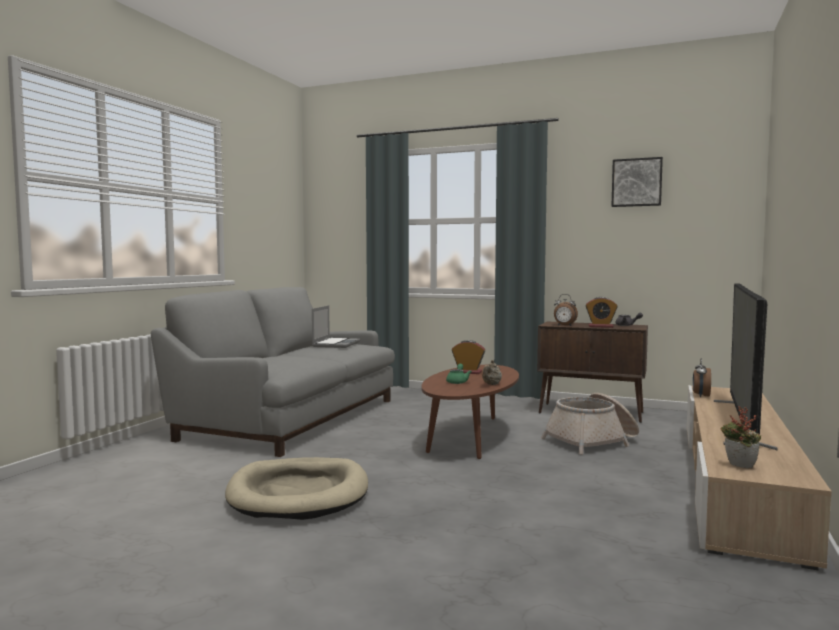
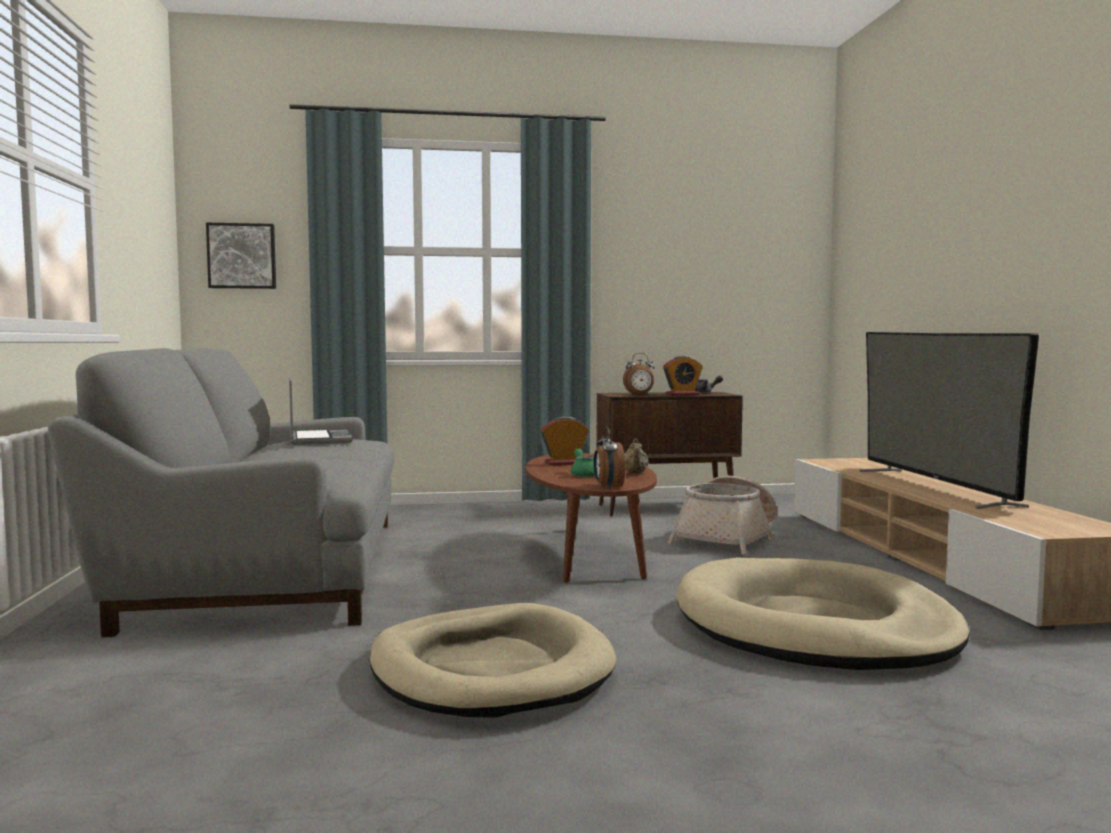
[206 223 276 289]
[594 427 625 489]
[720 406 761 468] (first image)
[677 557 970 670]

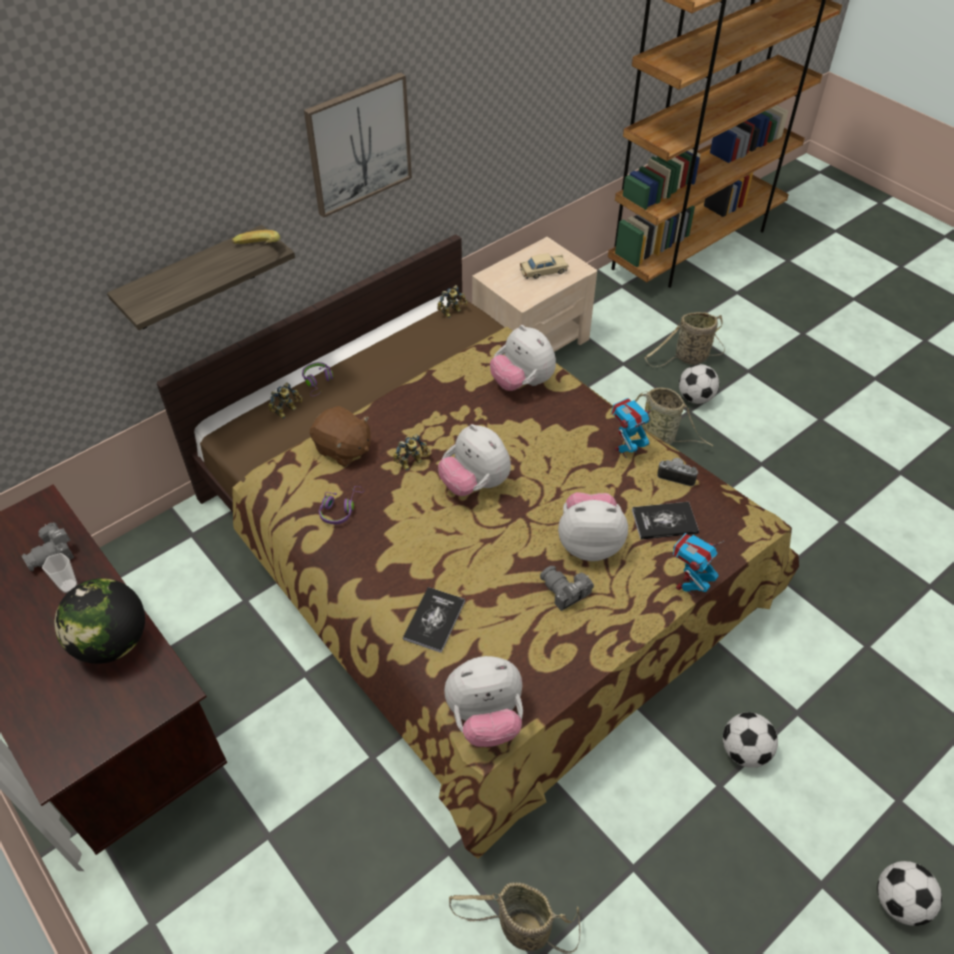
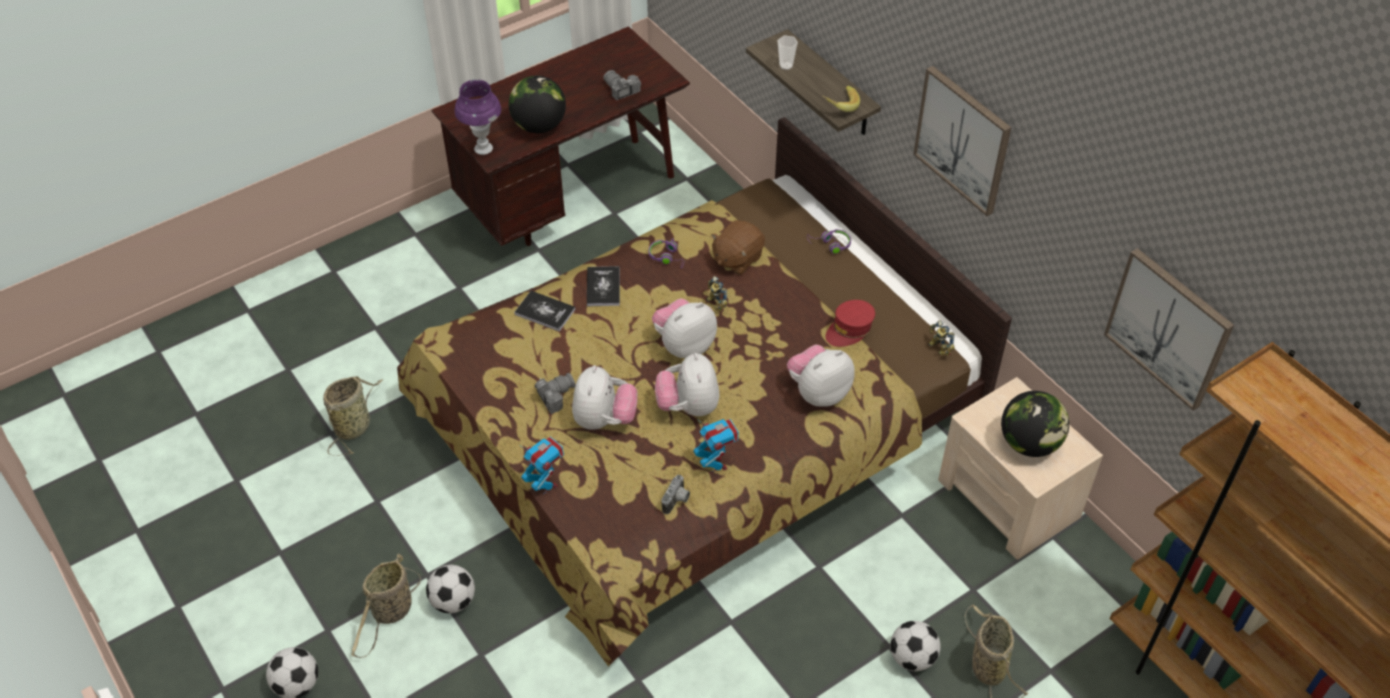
[1001 391 1069 457]
[268 382 303 419] (first image)
[351 554 421 658]
[587 266 620 306]
[778 35 798 70]
[655 353 720 416]
[455 79 501 155]
[1104 248 1234 411]
[826 300 875 347]

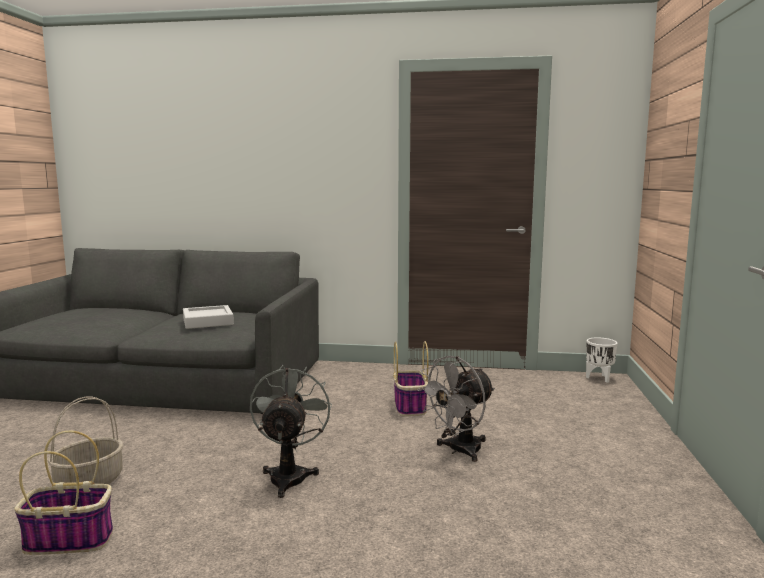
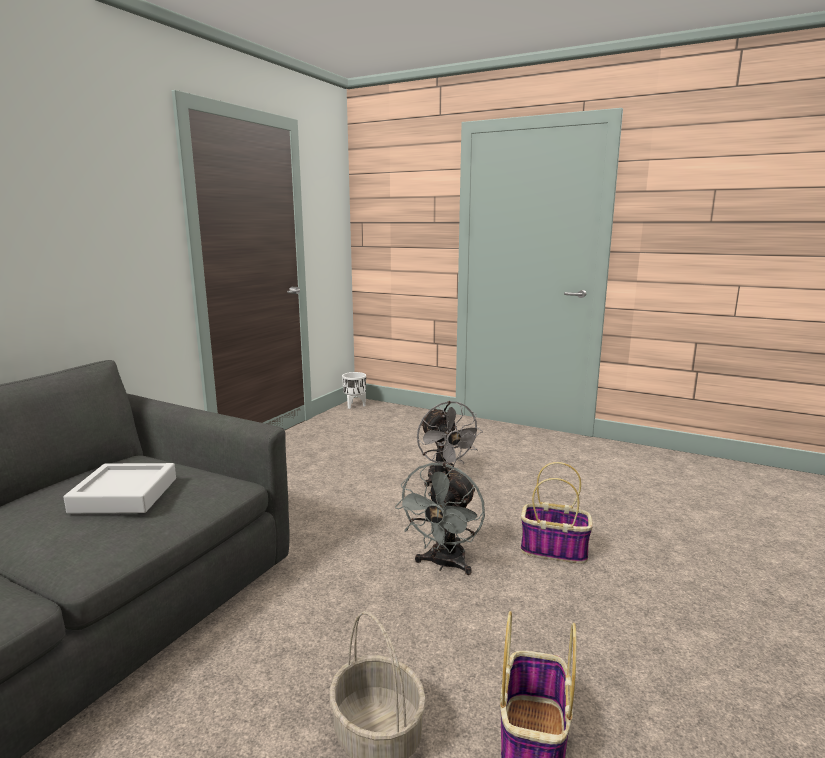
[521 462 593 563]
[395 463 485 575]

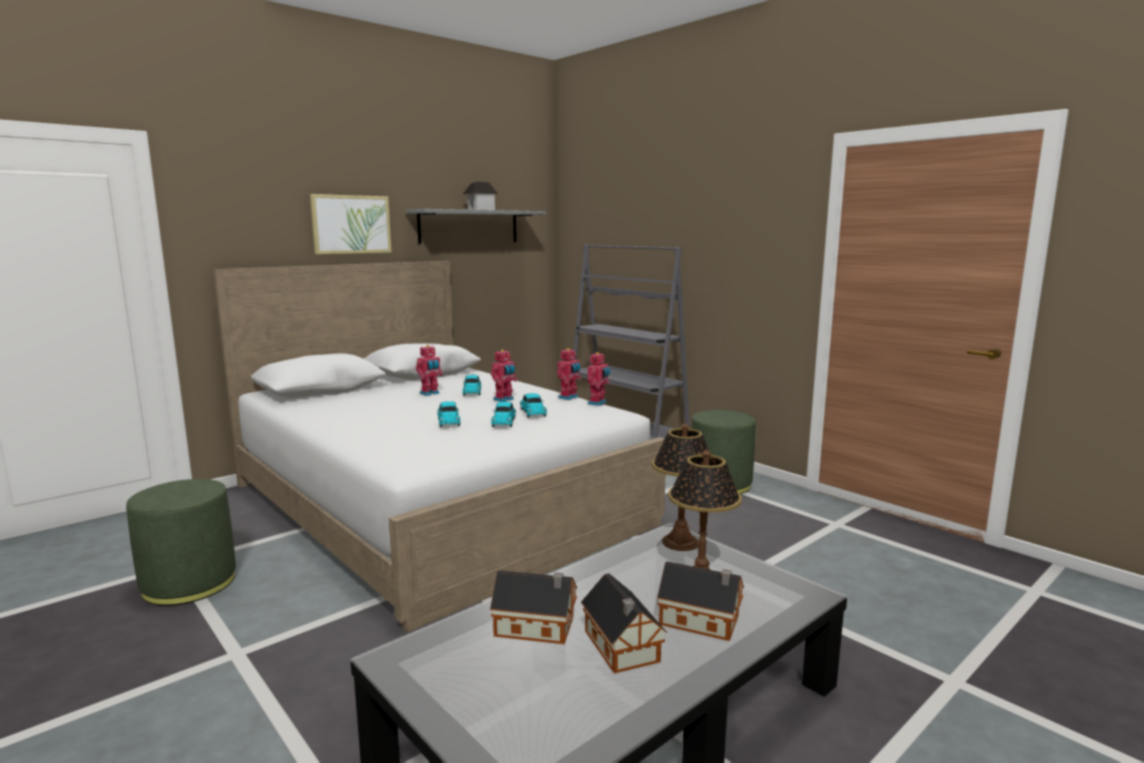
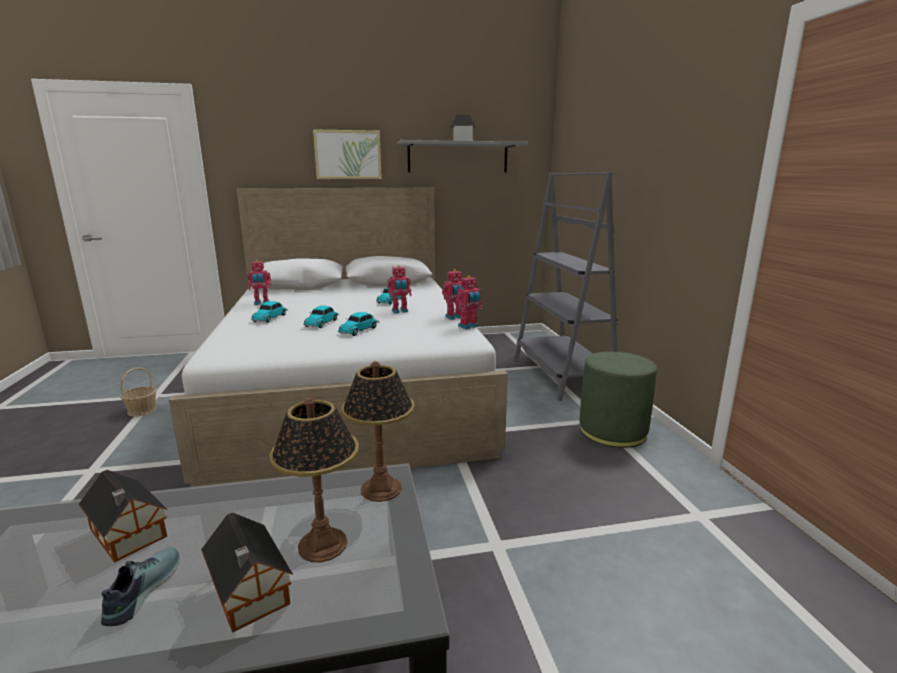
[247 260 271 305]
[251 301 288 323]
[120 367 157 417]
[101 547 180 626]

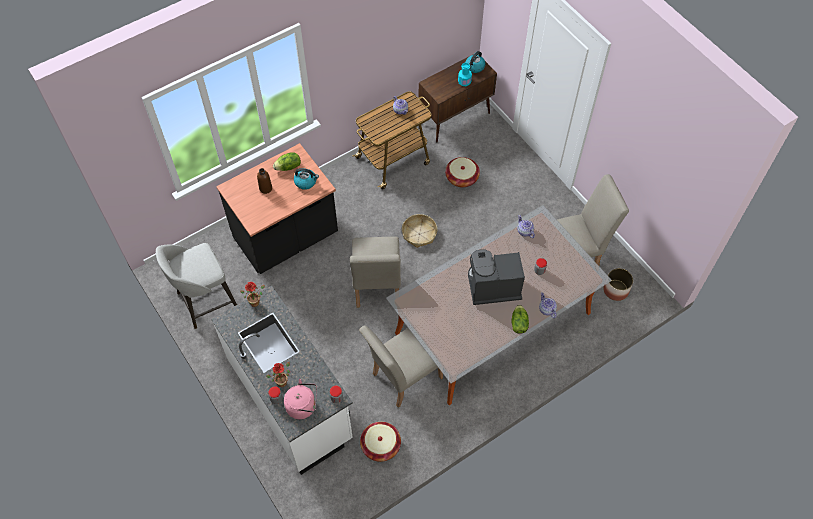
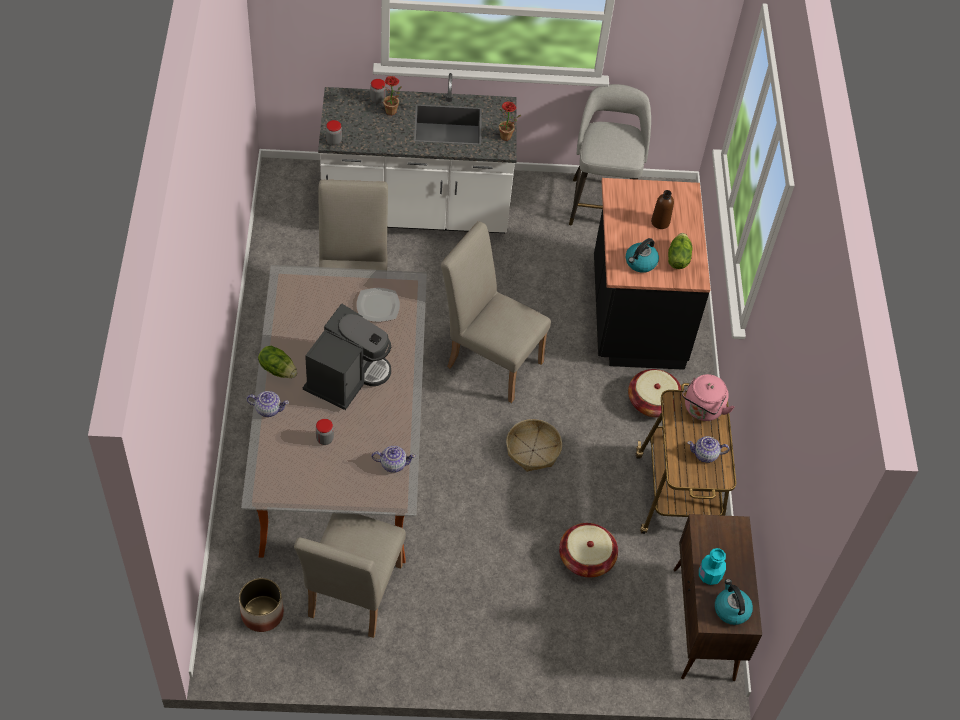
[682 374 735 421]
[628 369 681 417]
[356 288 400 322]

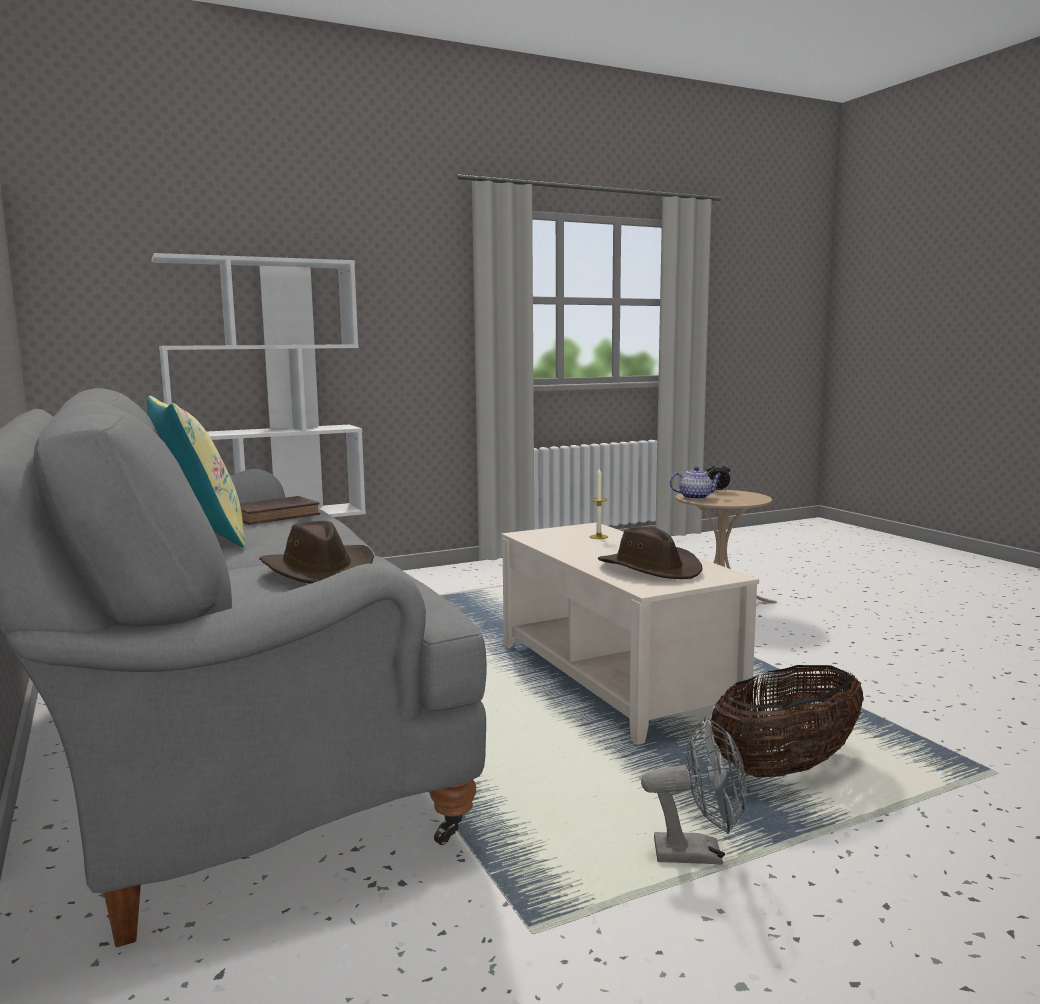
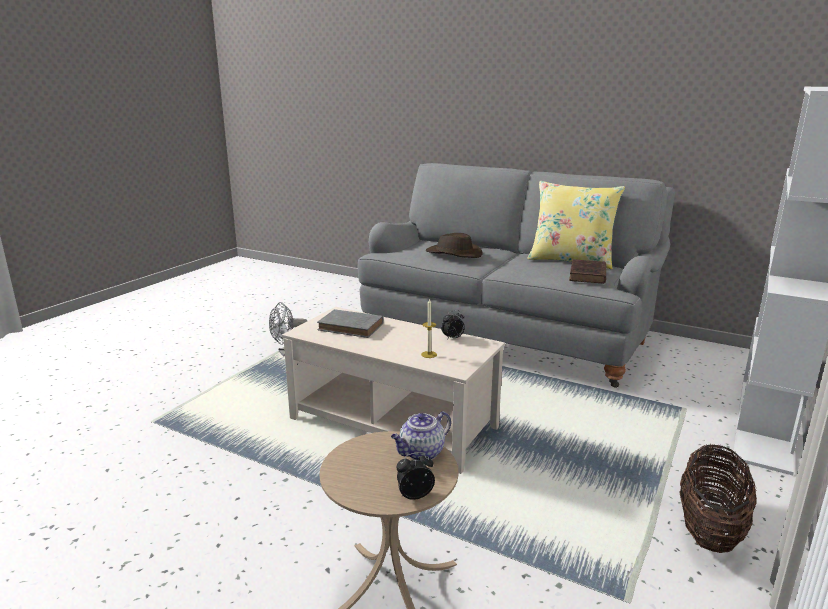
[317 309 383 338]
[679 444 757 553]
[441 310 465 340]

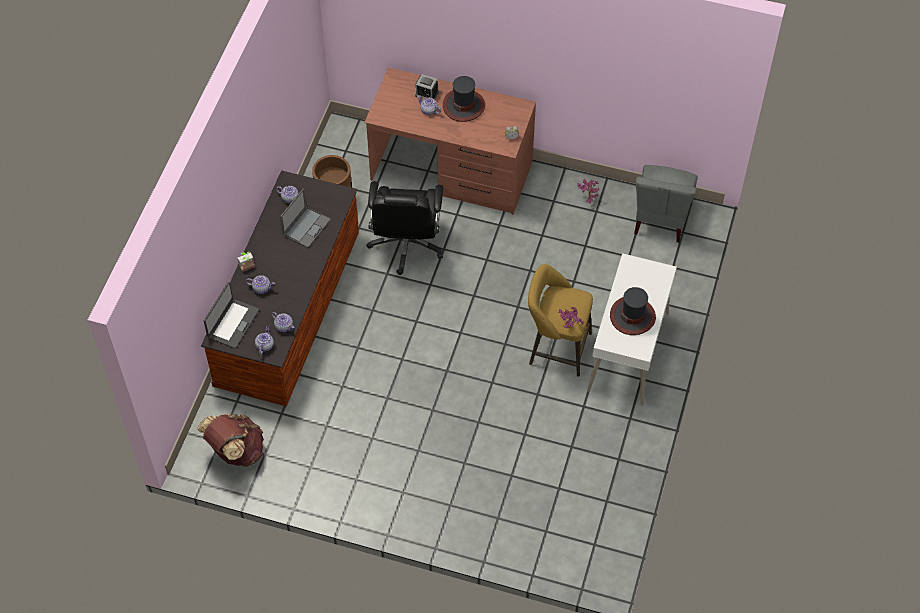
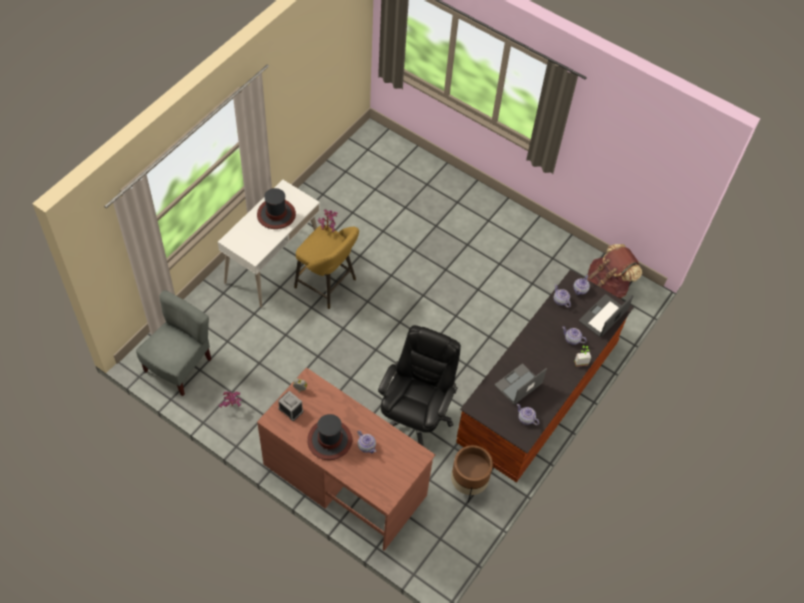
[278 391 303 421]

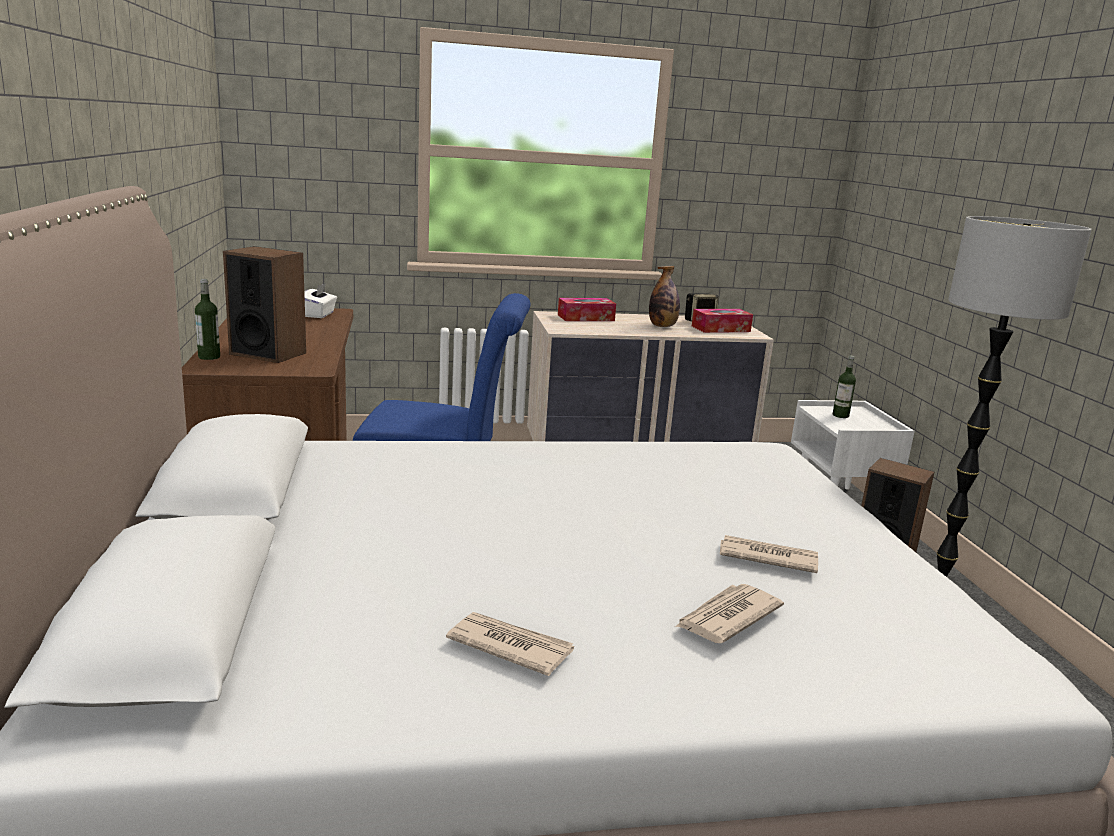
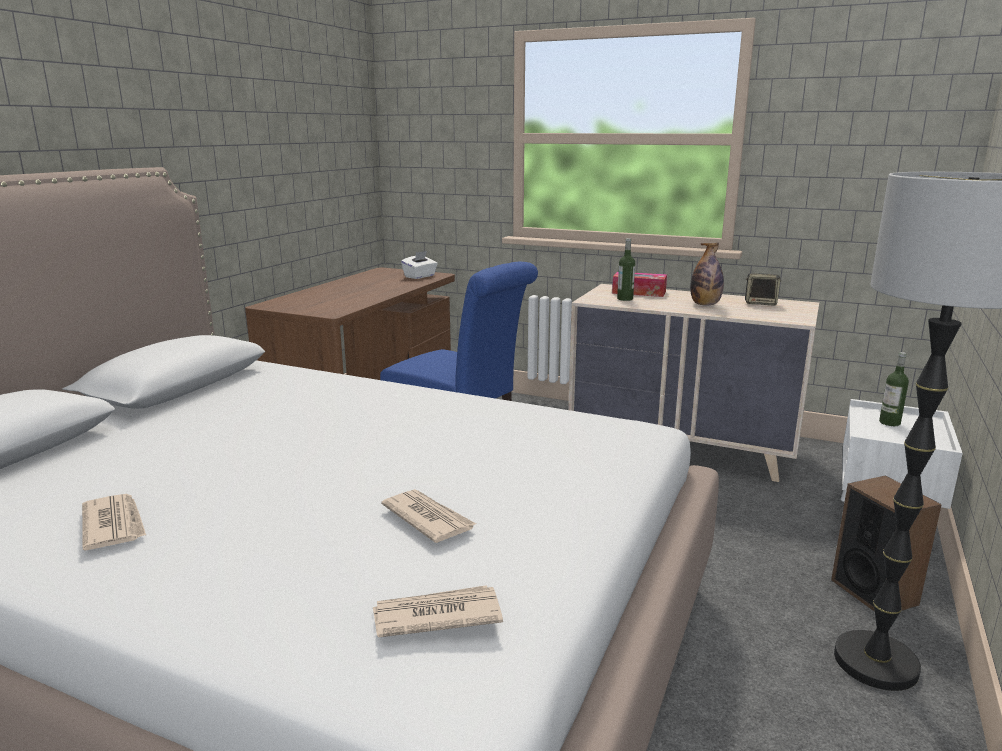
[223 246 306 363] (first image)
[617 238 635 301]
[692 309 753 333] (first image)
[373 585 503 637]

